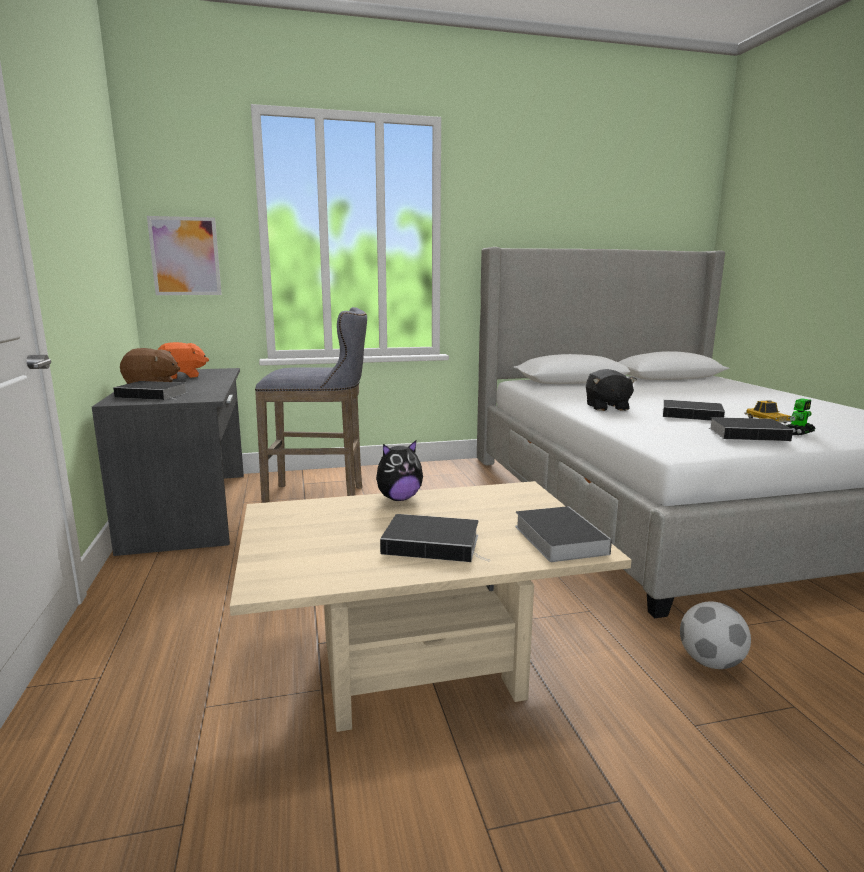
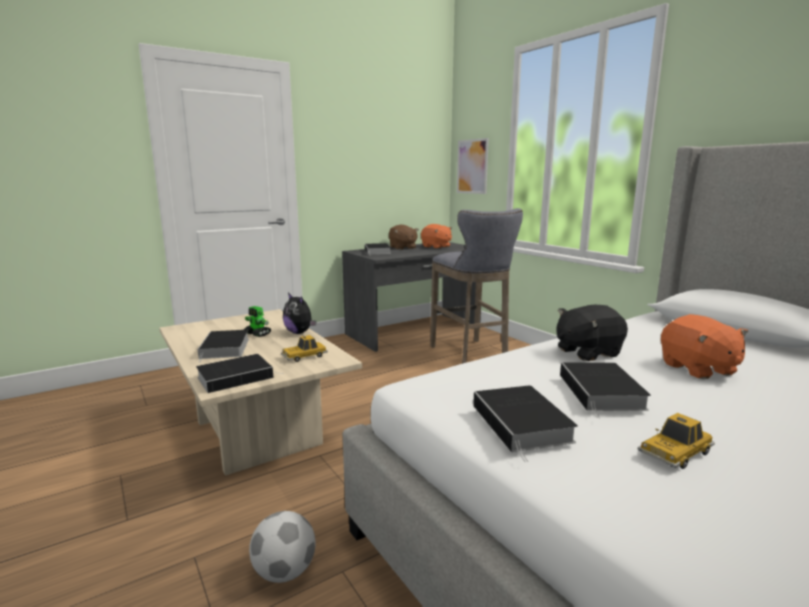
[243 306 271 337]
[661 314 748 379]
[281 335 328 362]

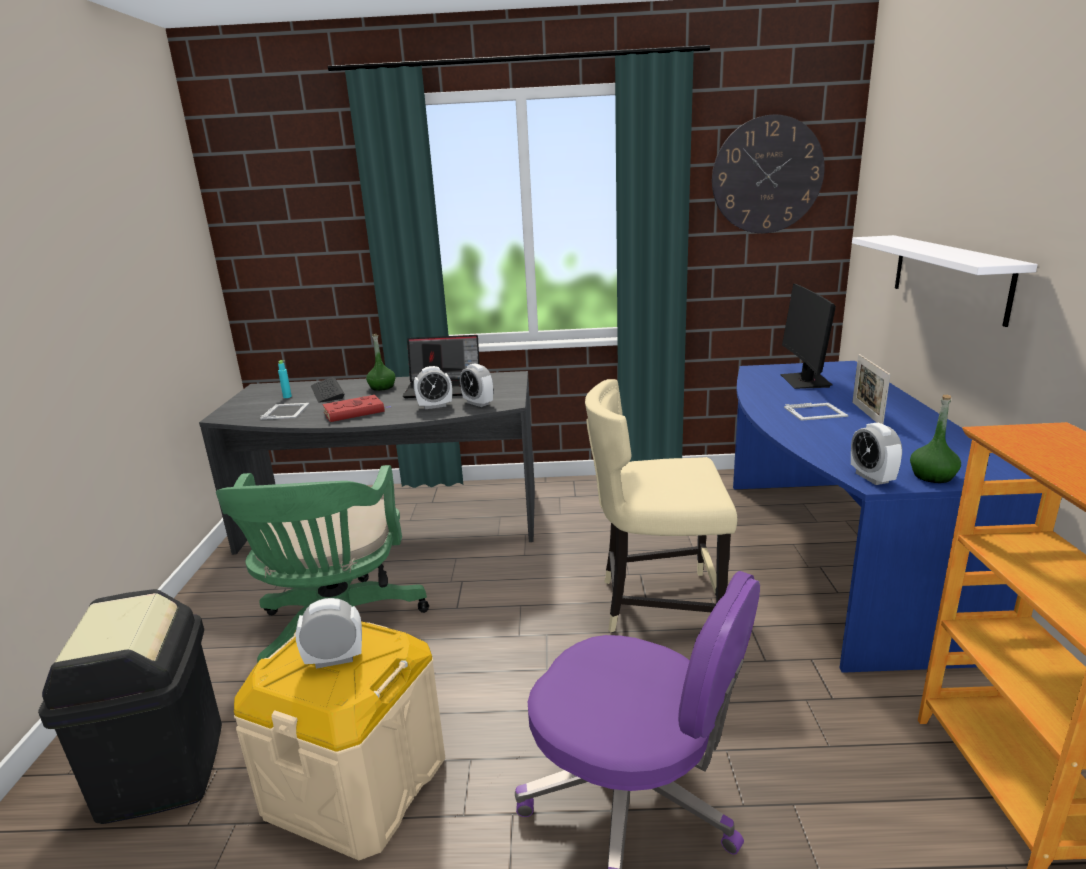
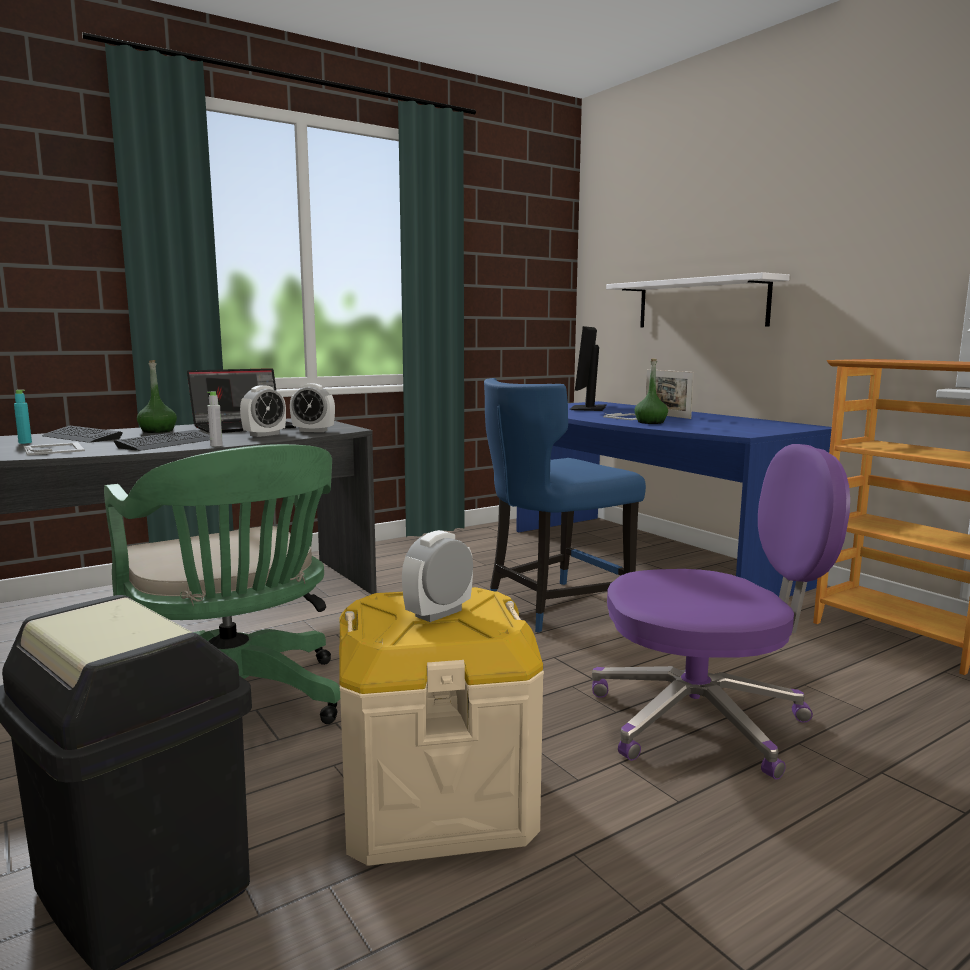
[712 114 825 233] (first image)
[570 326 607 411]
[484 378 646 633]
[114 430 210 451]
[634 358 668 424]
[851 423 902 485] (first image)
[207 391 223 446]

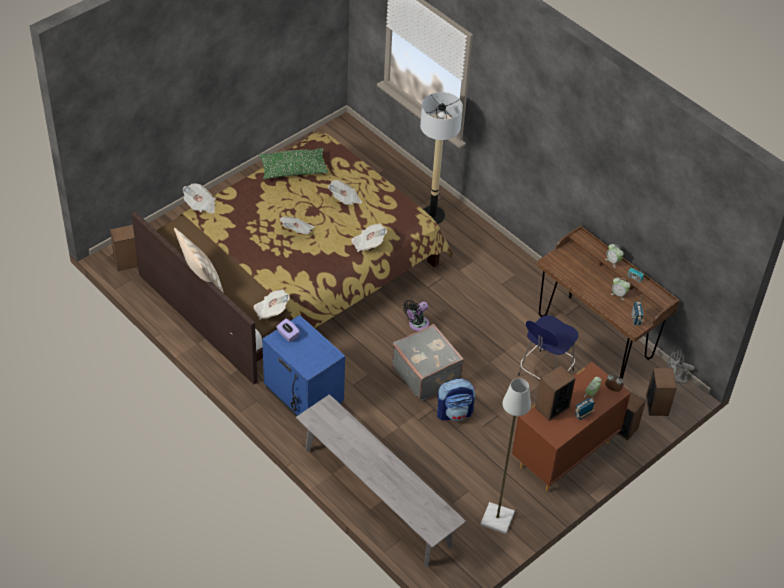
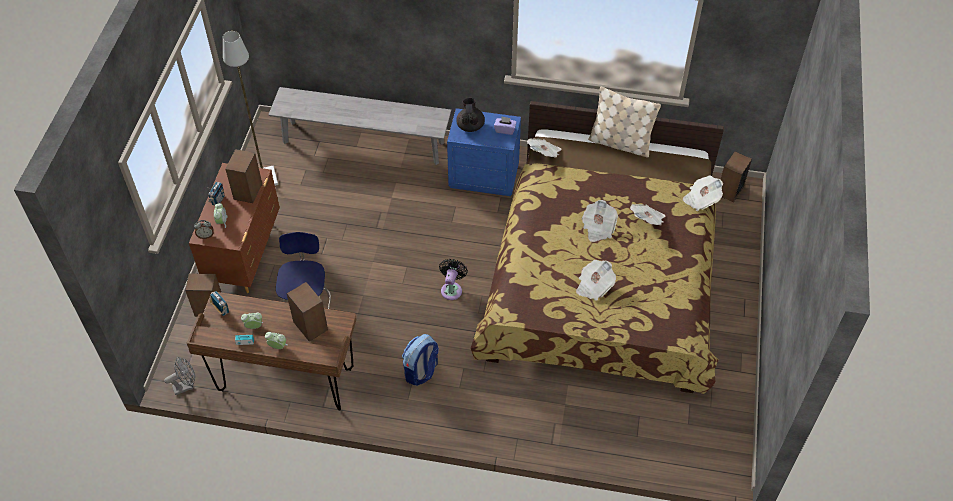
[420 92 463 224] (first image)
[258 148 328 179] (first image)
[630 204 665 225]
[391 324 464 401] (first image)
[286 282 328 341]
[402 334 439 386]
[456 98 485 132]

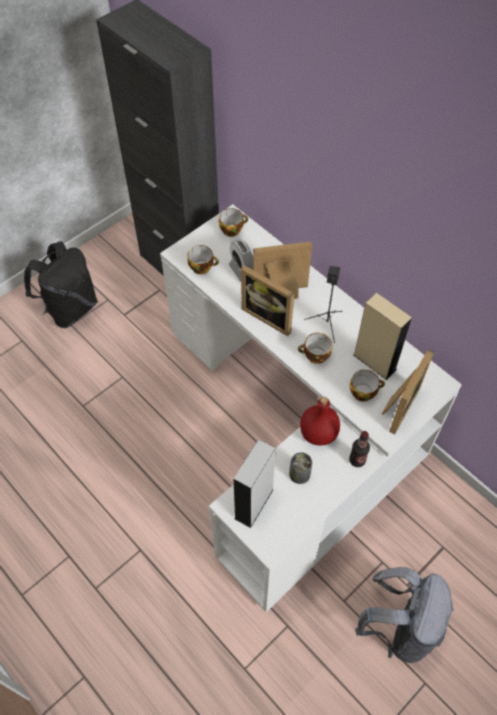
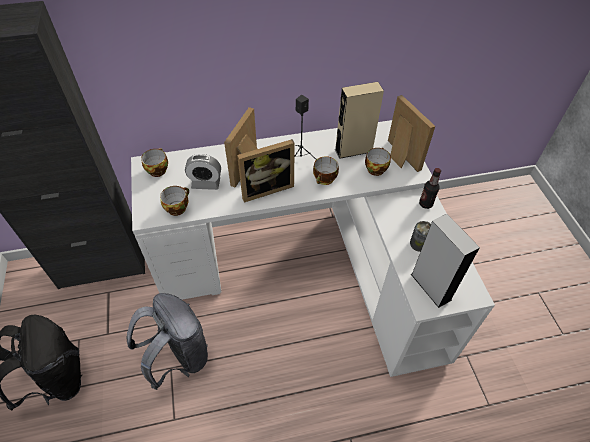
[300 397 340 446] (first image)
[126 293 208 390]

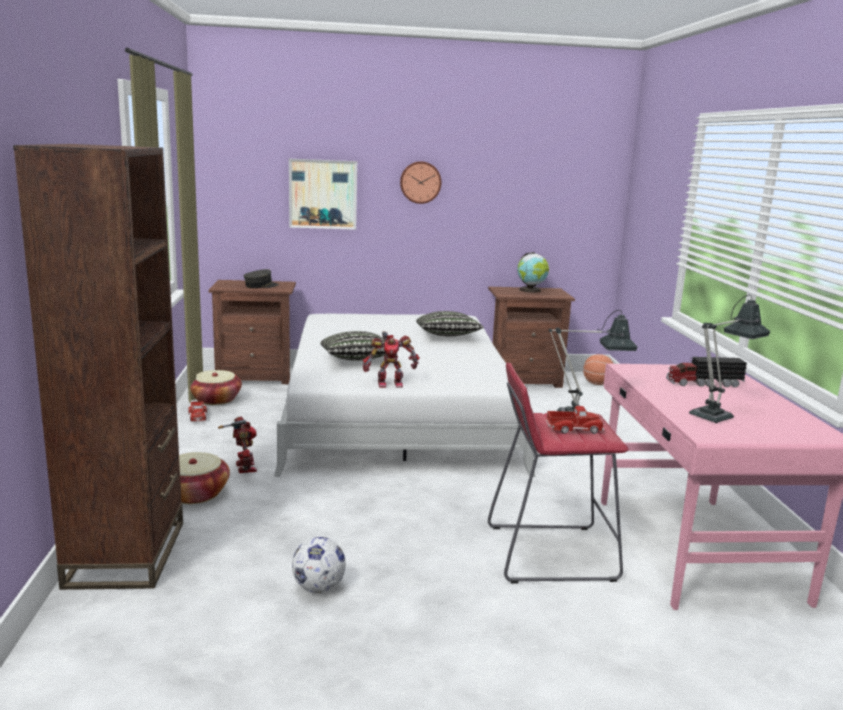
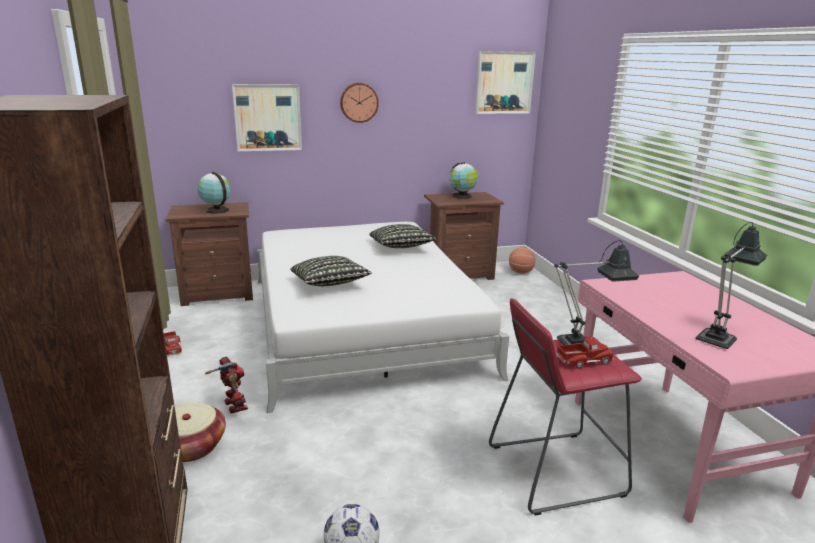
[198 172 230 214]
[363 331 420 388] (first image)
[666 357 747 387] (first image)
[190 370 242 405] (first image)
[475 51 536 114]

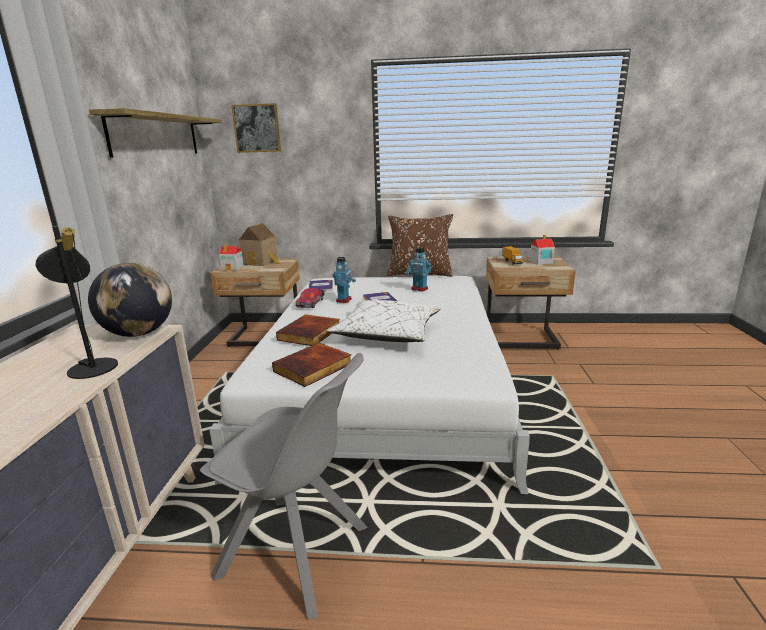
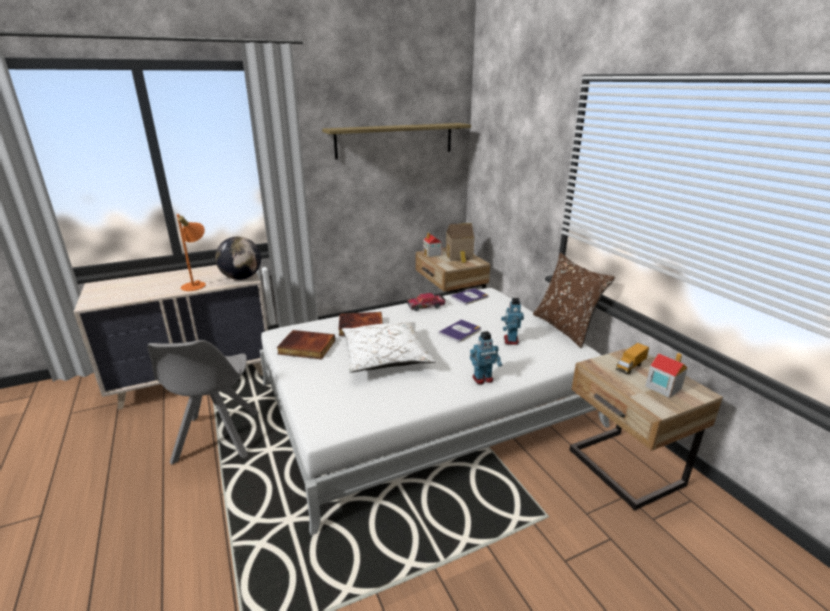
[231 103 281 153] (first image)
[177 214 206 291]
[470 331 502 384]

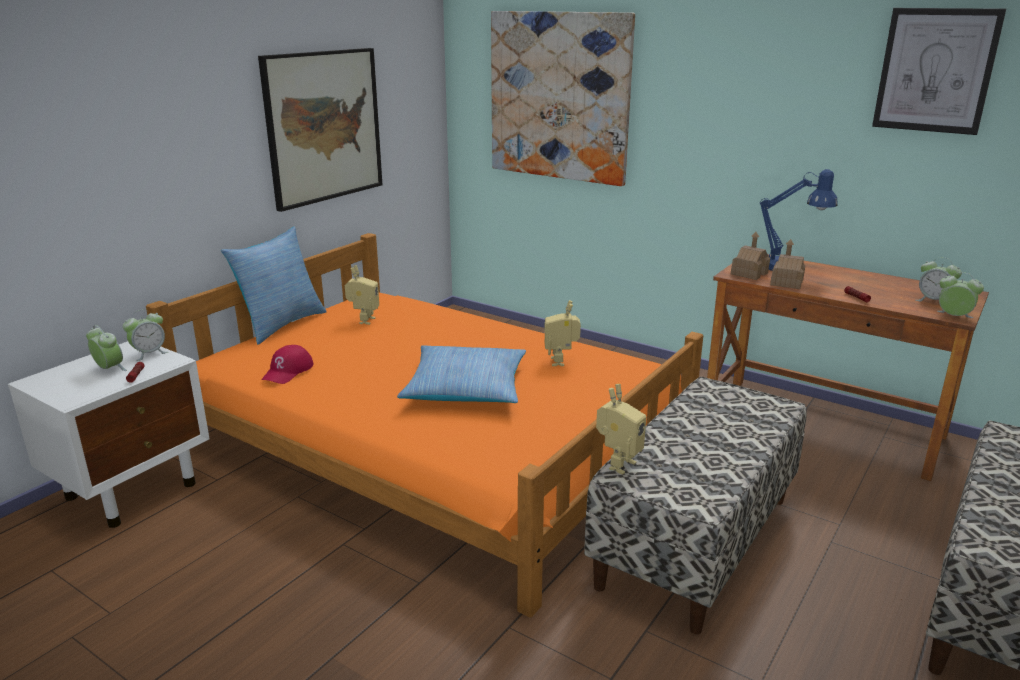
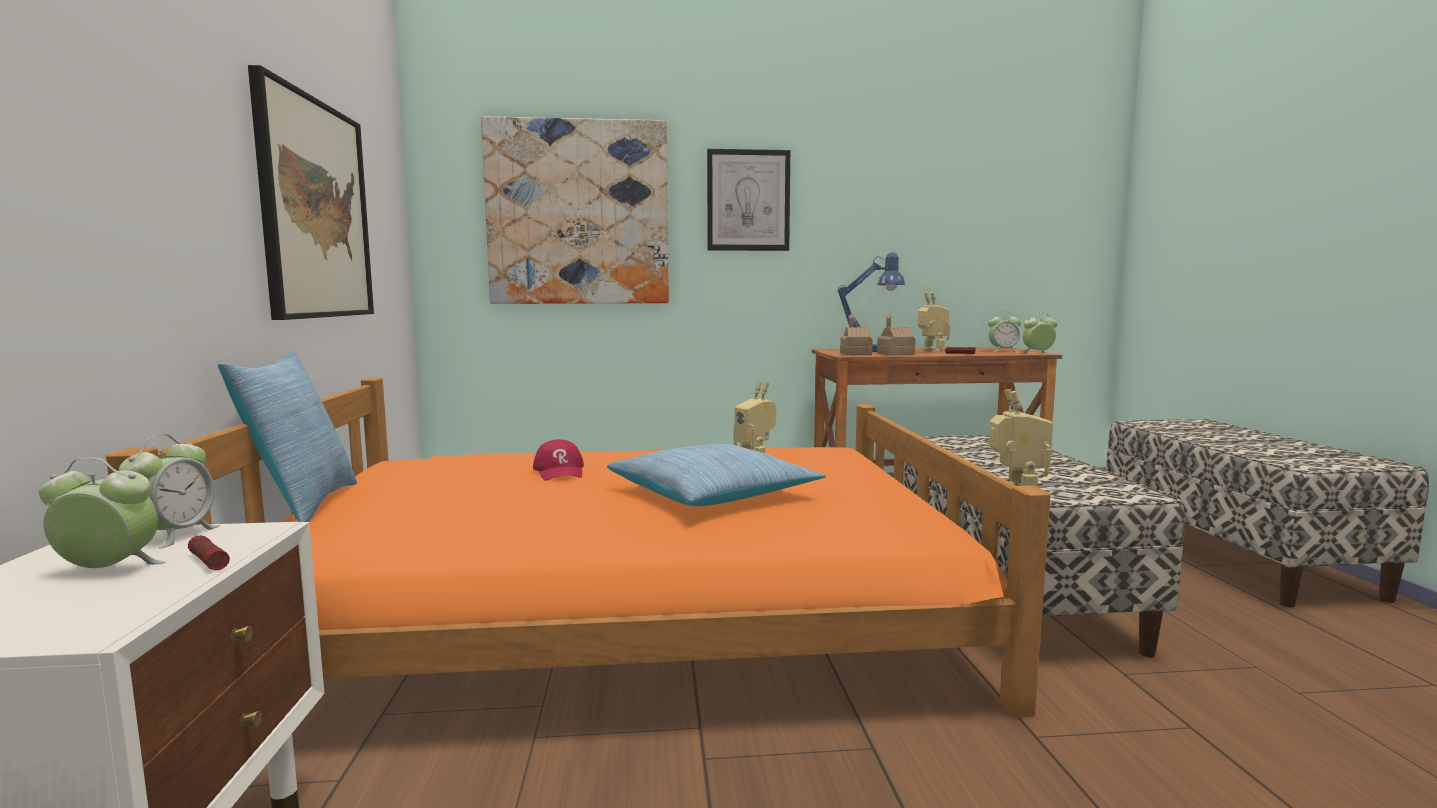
[707 149 790 251]
[918 292 950 352]
[533 439 584 480]

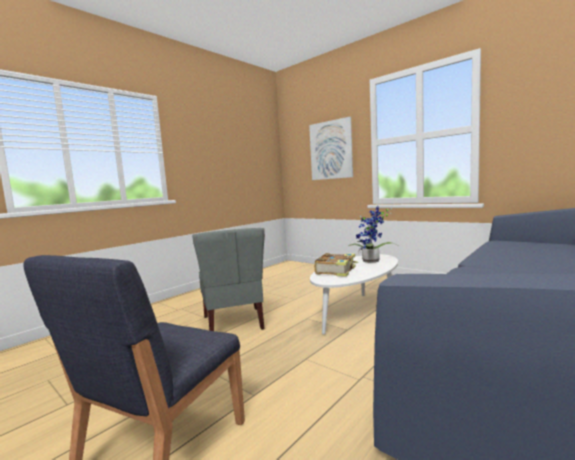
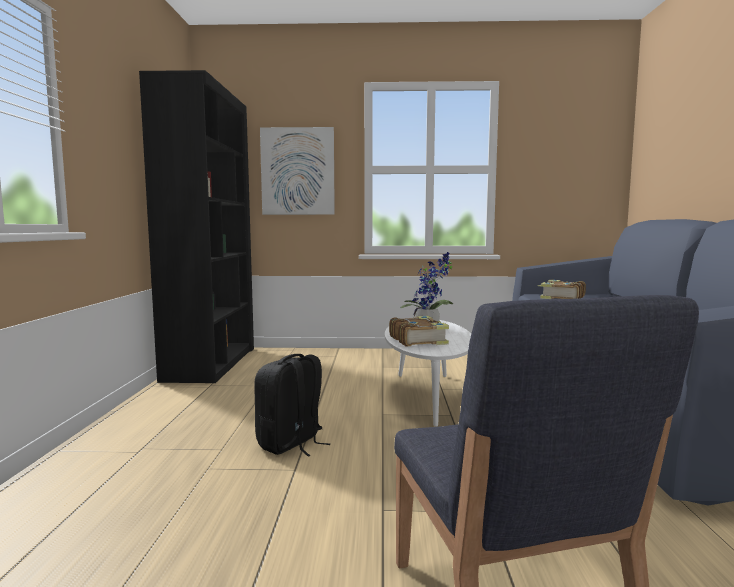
[254 354 330 457]
[139 70 254 383]
[537 280 586 299]

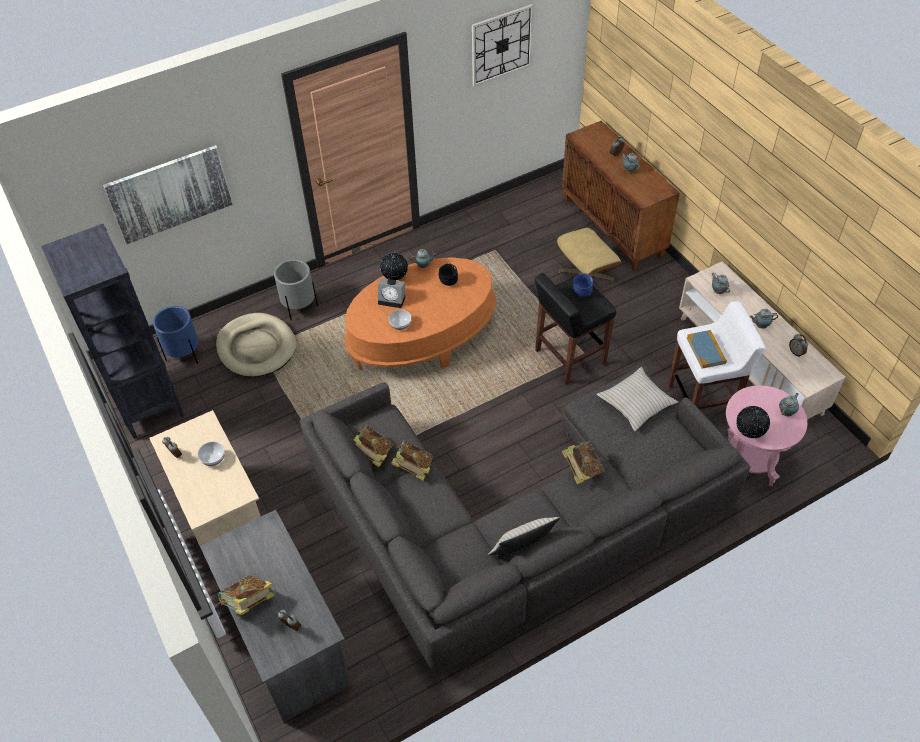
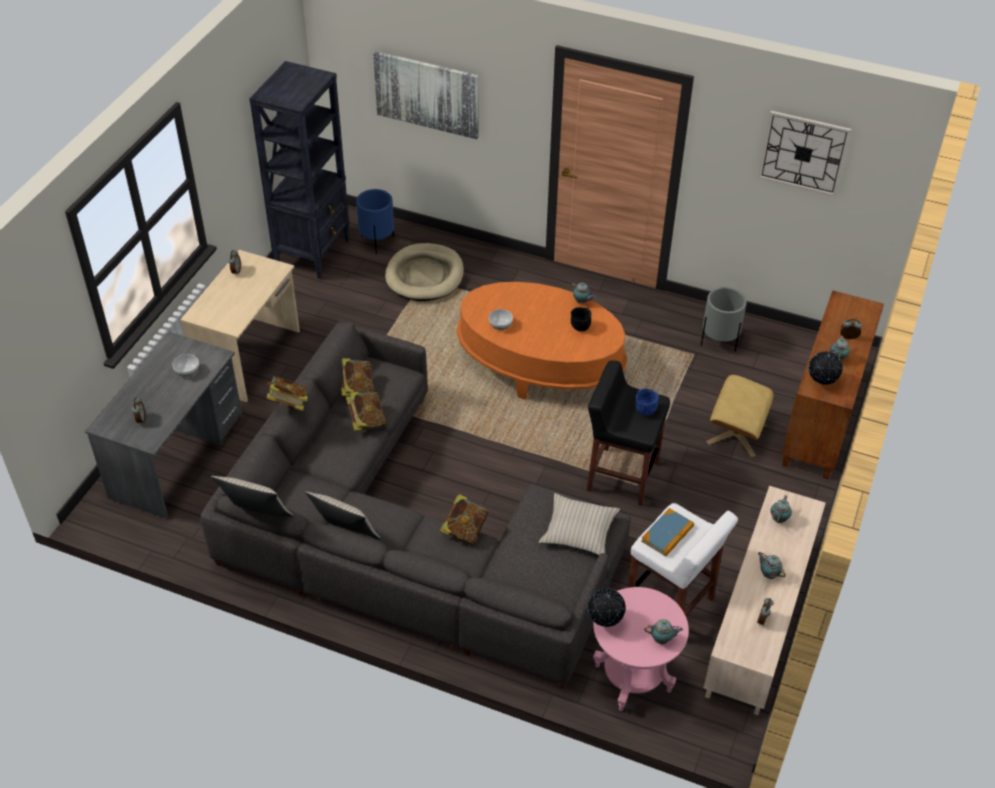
[809 351 843 385]
[701 287 747 352]
[378 278 405 308] (first image)
[172 354 199 377]
[266 376 308 411]
[211 476 294 517]

